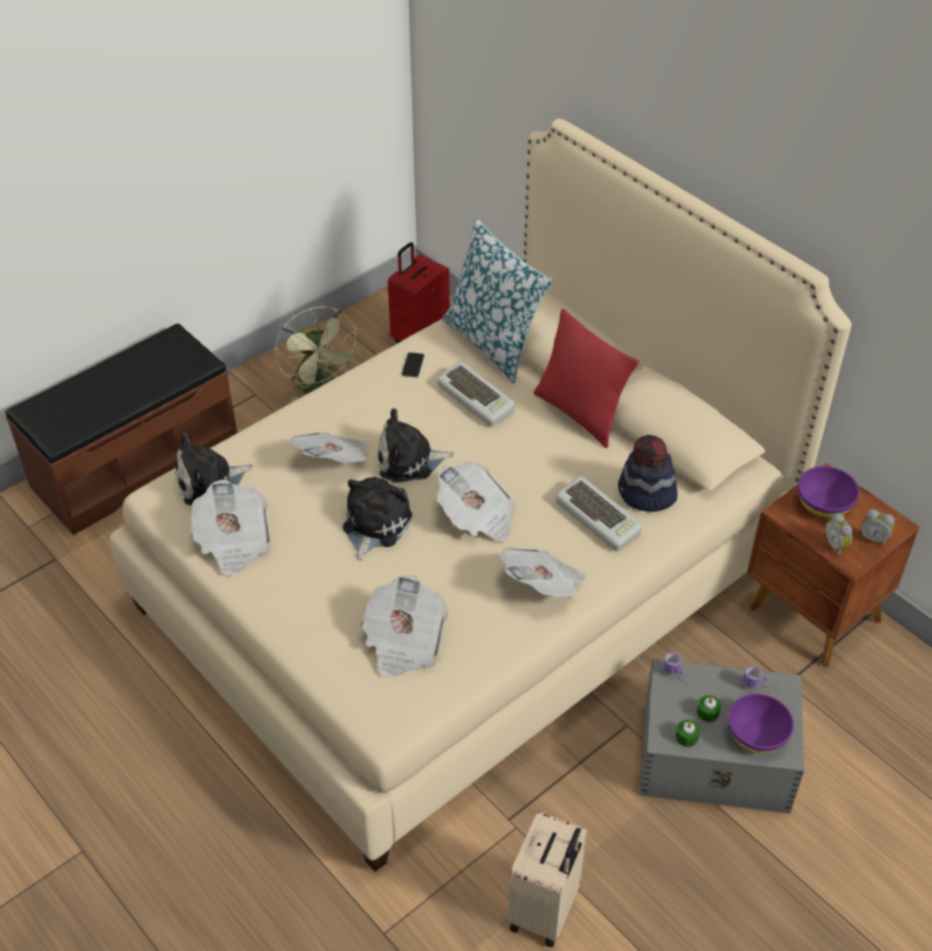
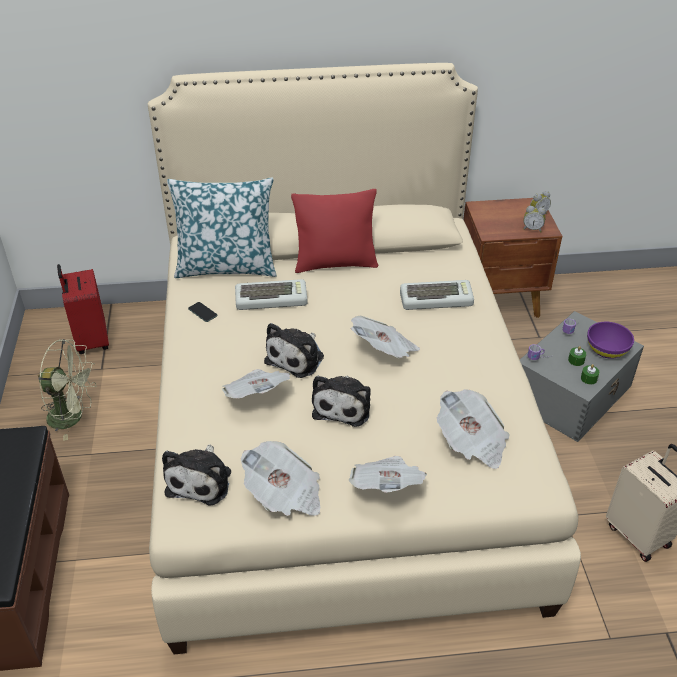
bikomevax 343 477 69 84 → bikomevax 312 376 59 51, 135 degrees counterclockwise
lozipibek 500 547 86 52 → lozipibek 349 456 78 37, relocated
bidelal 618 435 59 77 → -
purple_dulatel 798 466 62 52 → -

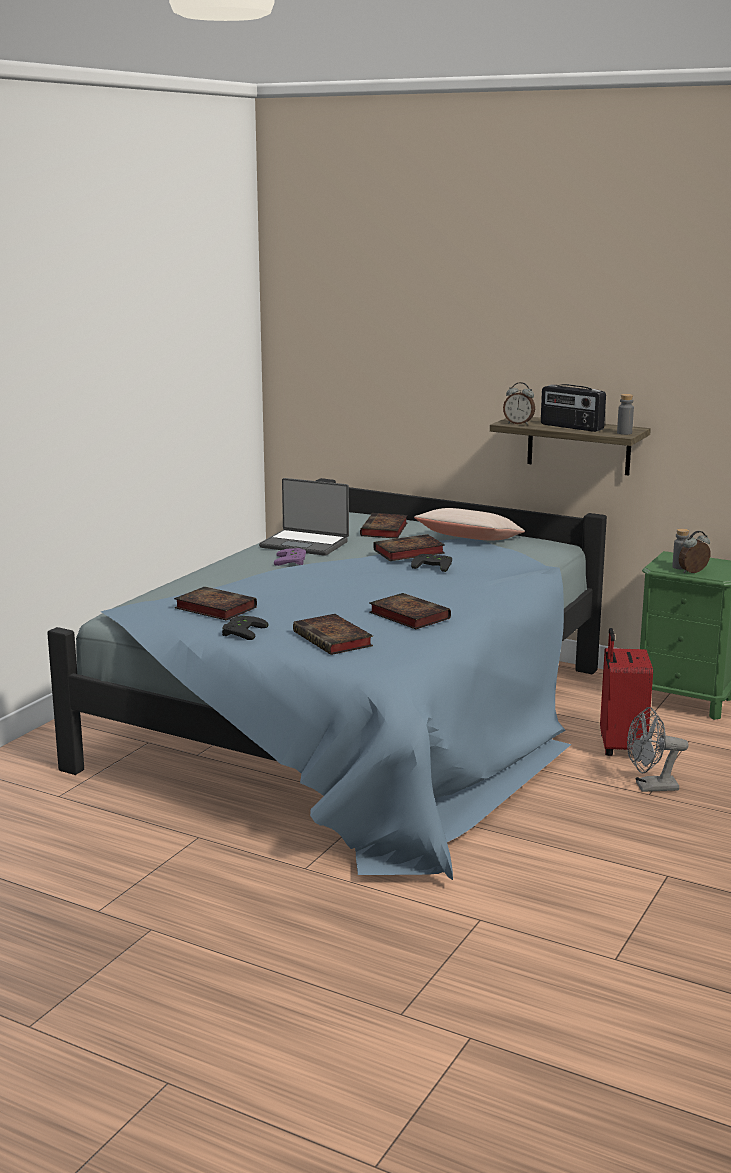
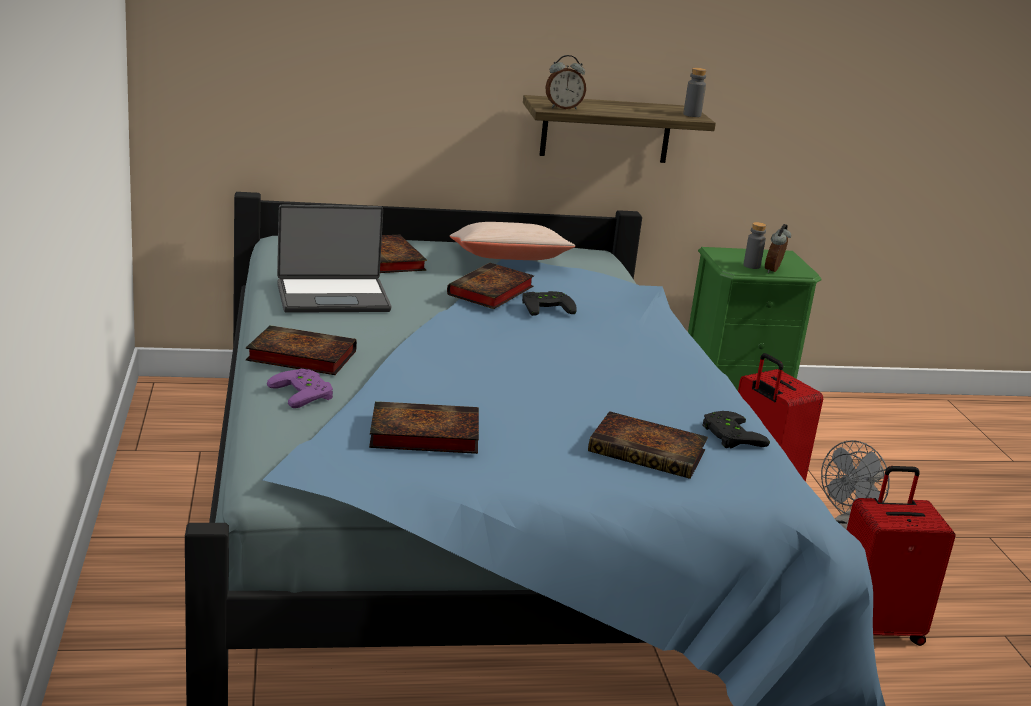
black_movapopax 222 616 47 24 → black_movapopax 702 411 68 38, relocated
purple_movapopax 274 548 32 18 → purple_movapopax 267 369 66 39, relocated
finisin 369 593 82 36 → finisin 246 325 111 50, relocated
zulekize 541 384 65 48 → -
- → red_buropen 847 466 108 180

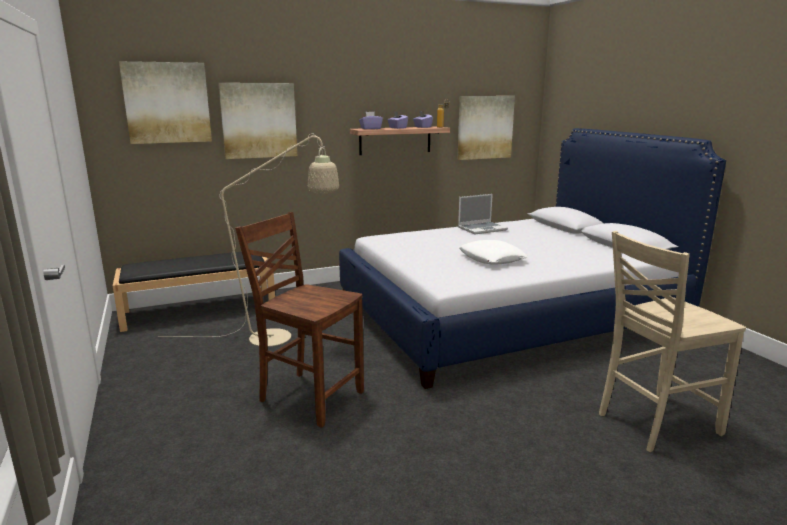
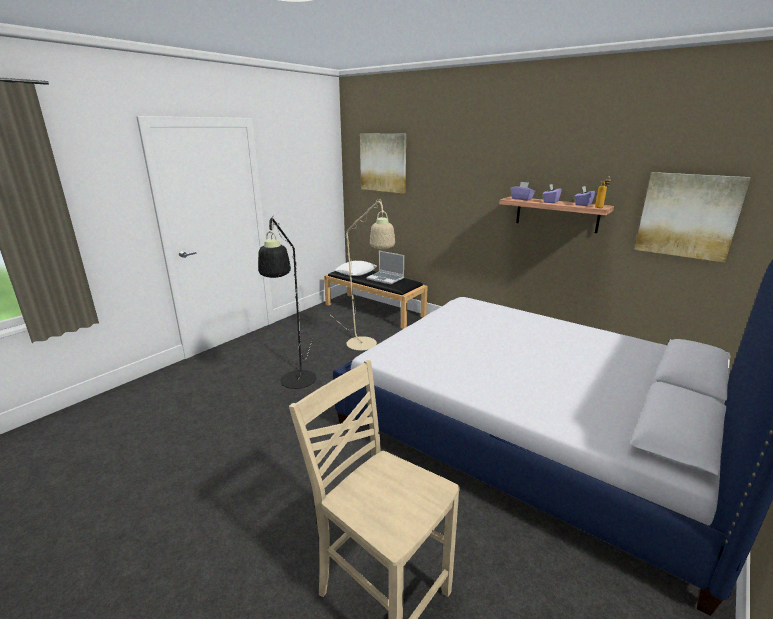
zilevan 218 83 79 76 → -
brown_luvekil 235 212 129 216 → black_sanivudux 258 216 58 173
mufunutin 458 194 50 40 → mufunutin 366 251 38 34, relocated
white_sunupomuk 459 240 69 24 → white_sunupomuk 335 261 42 15, relocated

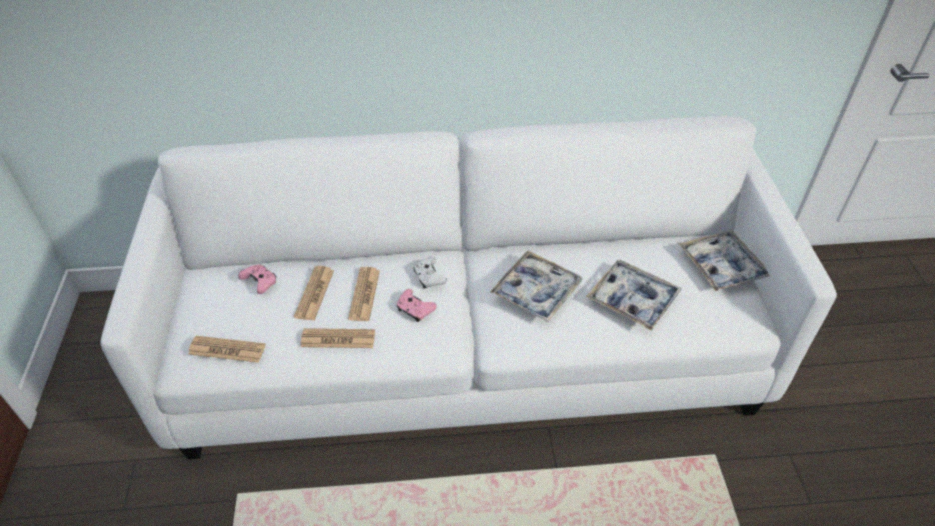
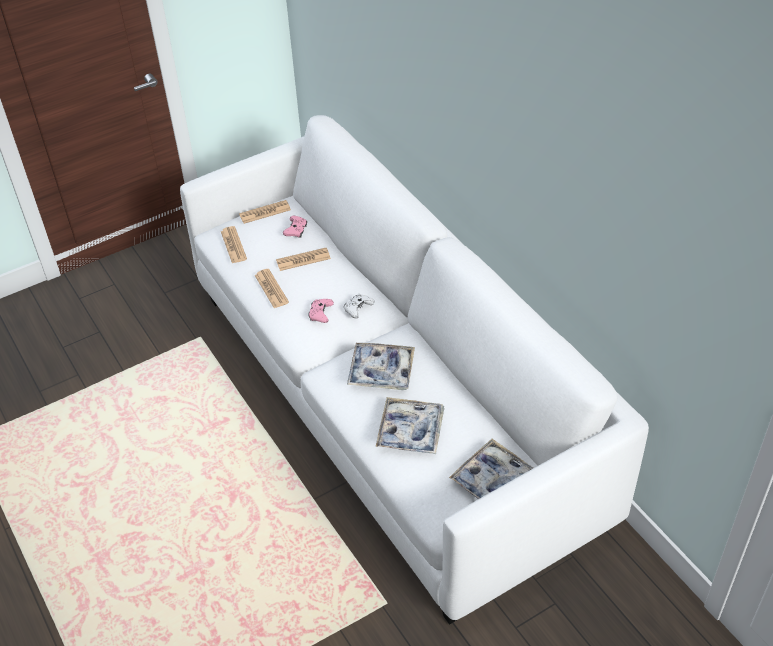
lozipibek 348 267 32 54 → lozipibek 239 200 52 24, relocated

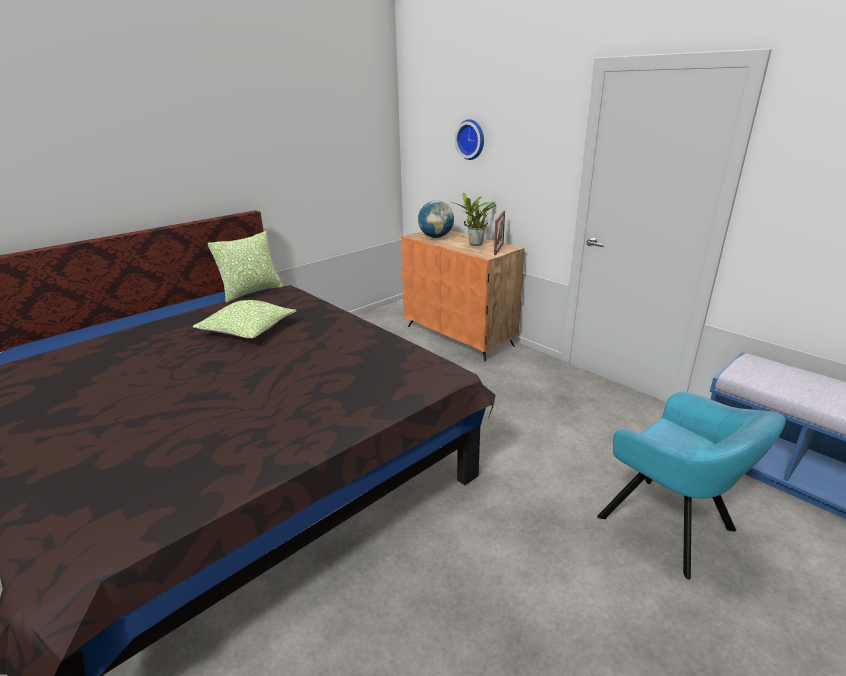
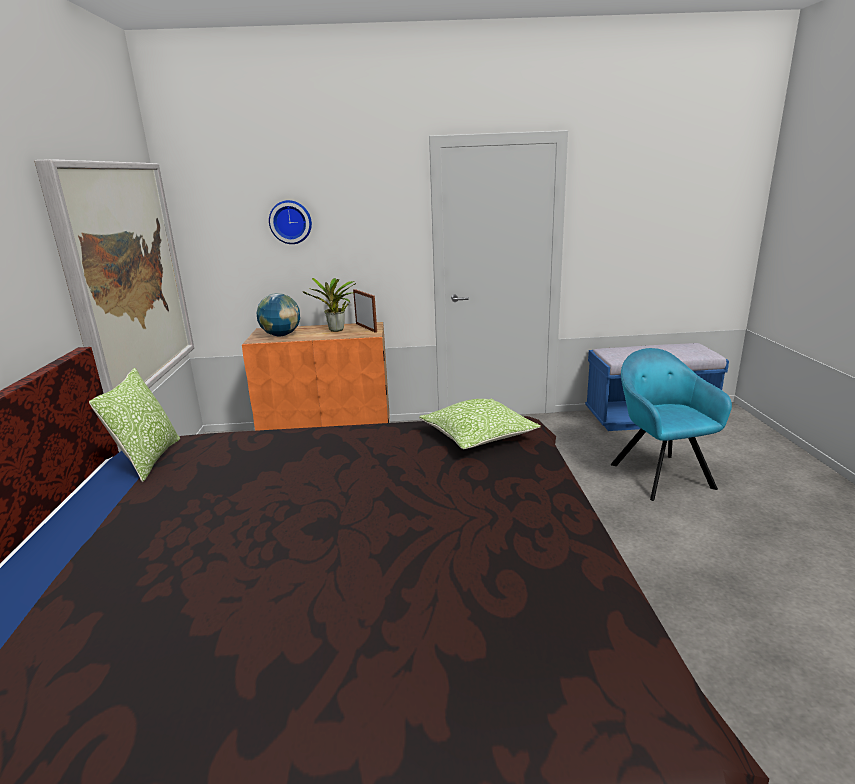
sunupomuk 192 300 105 38 → sunupomuk 419 399 122 50, relocated
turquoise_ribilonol 597 392 188 188 → turquoise_ribilonol 611 348 121 153, 105 degrees counterclockwise
- → zilevan 34 159 160 234

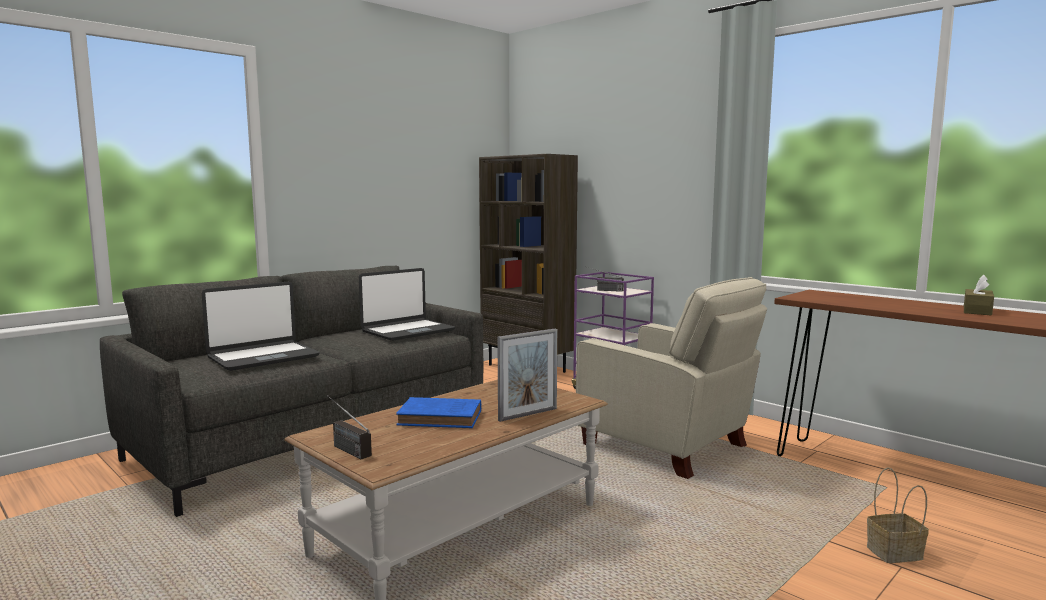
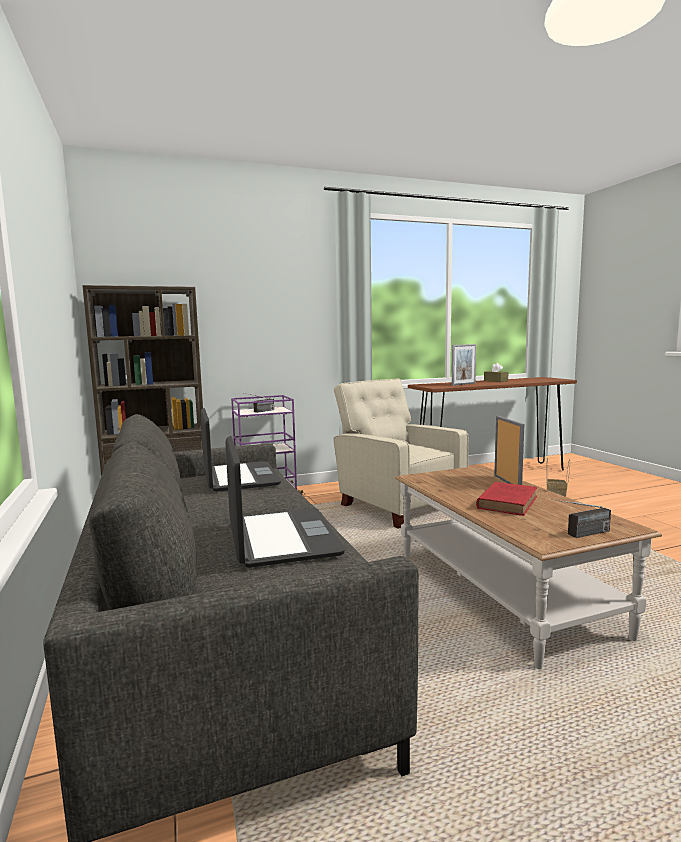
blue_finisin 396 397 85 31 → red_finisin 476 482 61 34
beige_ribilonol 576 277 191 202 → beige_ribilonol 333 379 135 150, 105 degrees counterclockwise
- → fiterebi 452 344 24 42

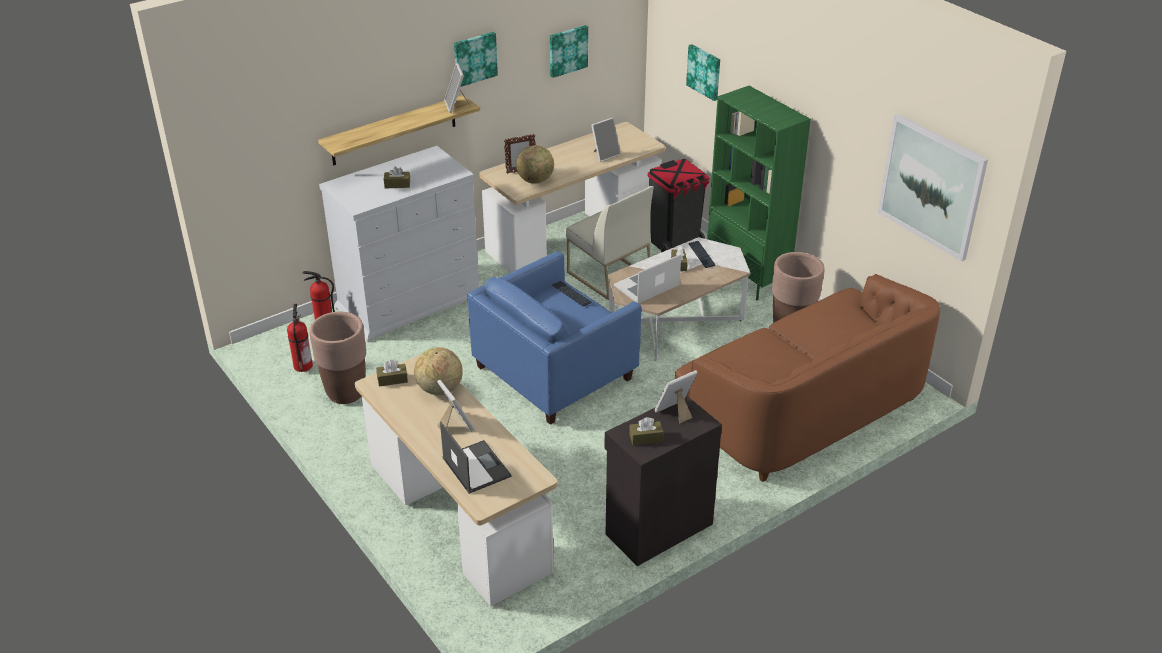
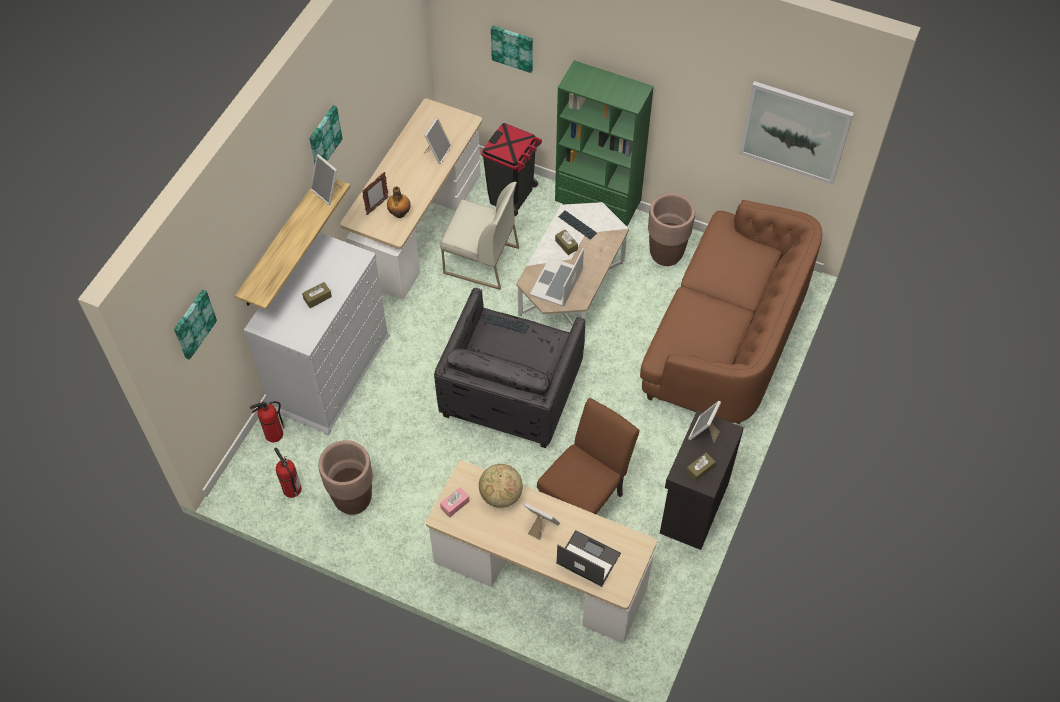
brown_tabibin 376 360 32 26 → pink_tabibin 440 487 30 30
blue_ribilonol 467 252 174 173 → grey_ribilonol 434 288 151 160
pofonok 516 145 38 39 → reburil 387 186 23 32
zilevan 550 25 38 53 → zilevan 174 290 43 70, relocated
- → brown_luvekil 537 398 103 116

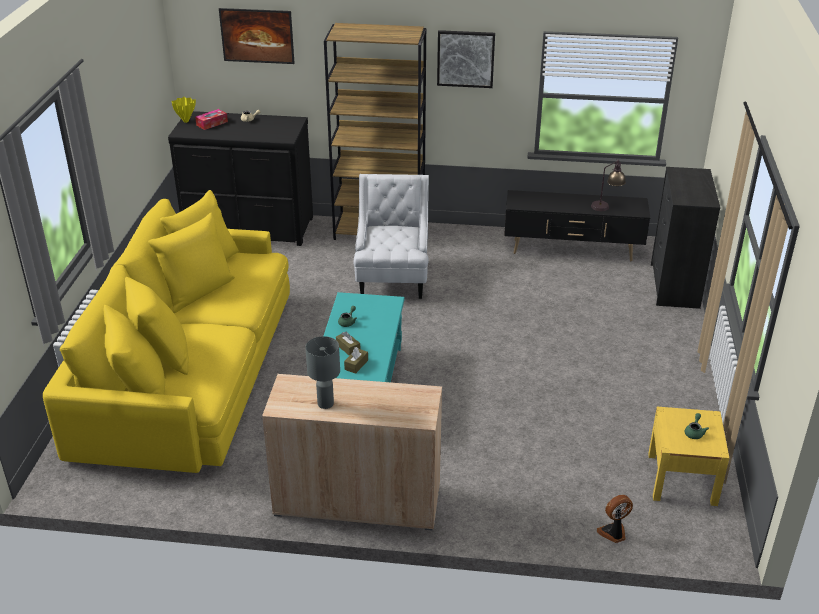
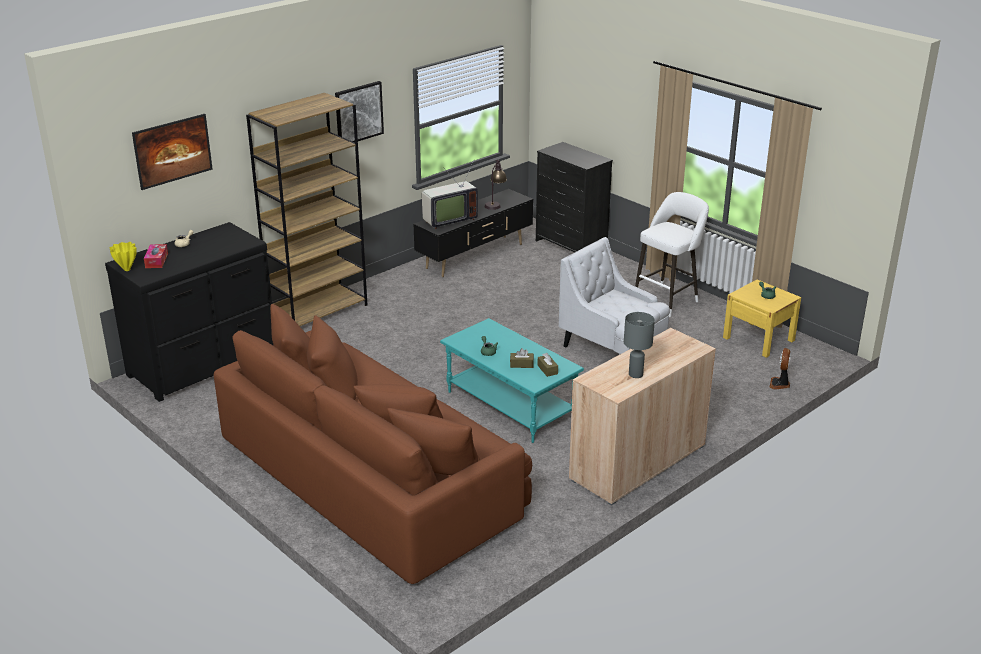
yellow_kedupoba 43 190 247 283 → brown_kedupoba 214 304 318 280
white_ribilonol 353 174 76 125 → white_ribilonol 559 237 111 117, relocated
- → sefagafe 422 163 56 66
- → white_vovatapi 635 192 74 125

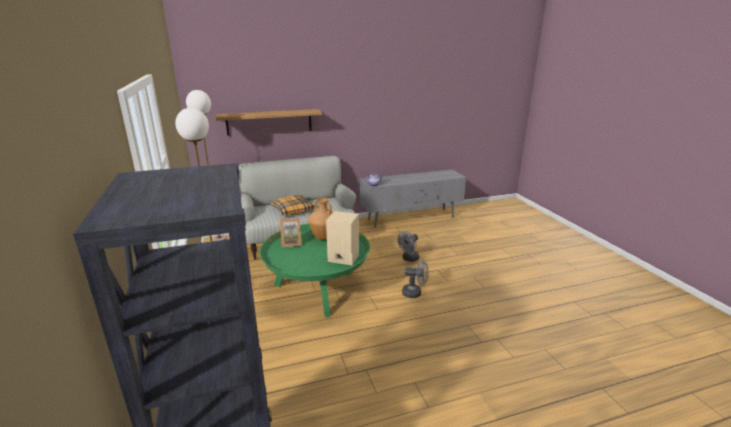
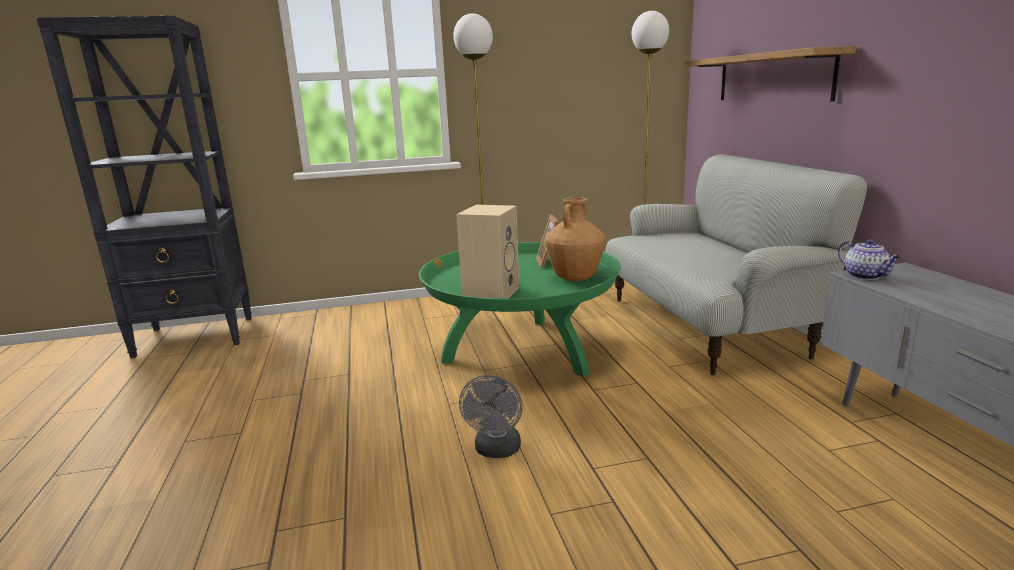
sunupomuk 270 195 45 21 → -
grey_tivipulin 397 231 22 31 → -

